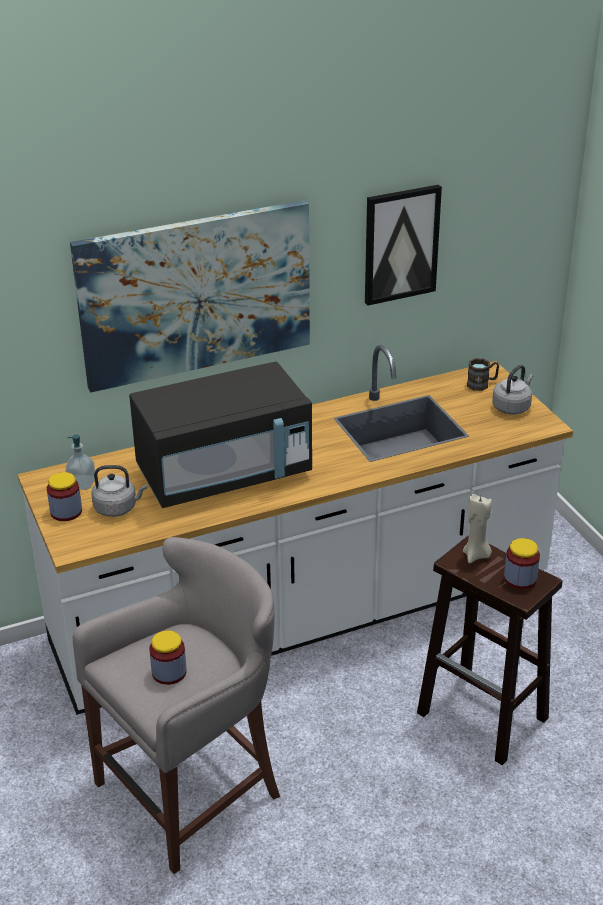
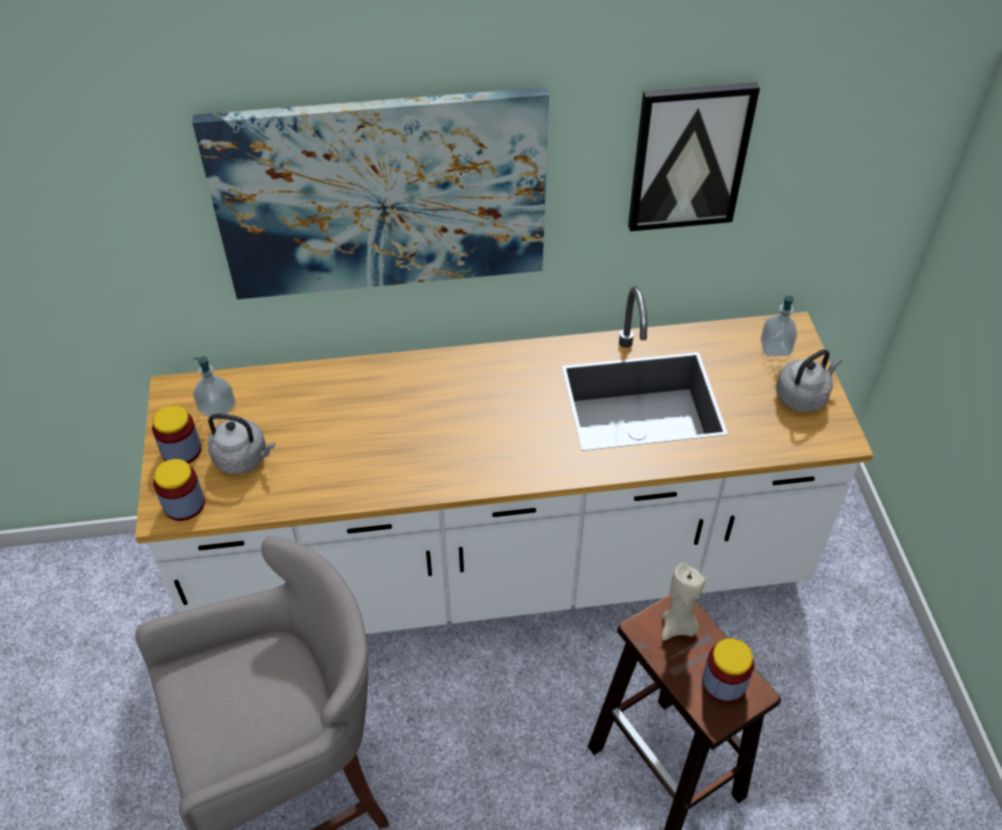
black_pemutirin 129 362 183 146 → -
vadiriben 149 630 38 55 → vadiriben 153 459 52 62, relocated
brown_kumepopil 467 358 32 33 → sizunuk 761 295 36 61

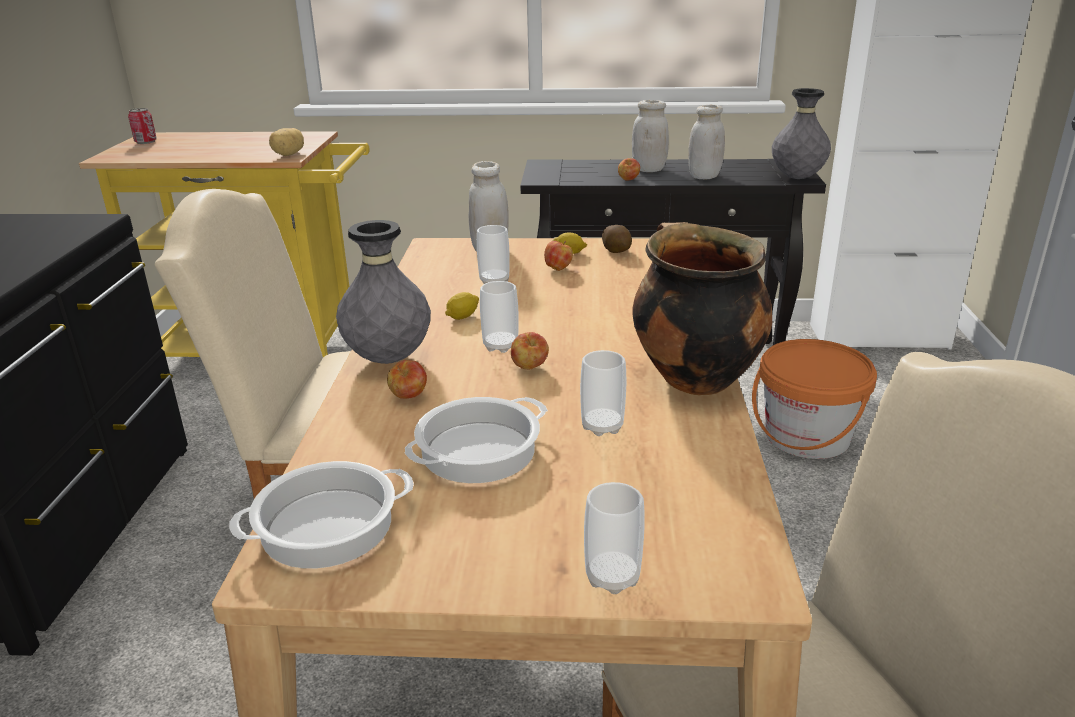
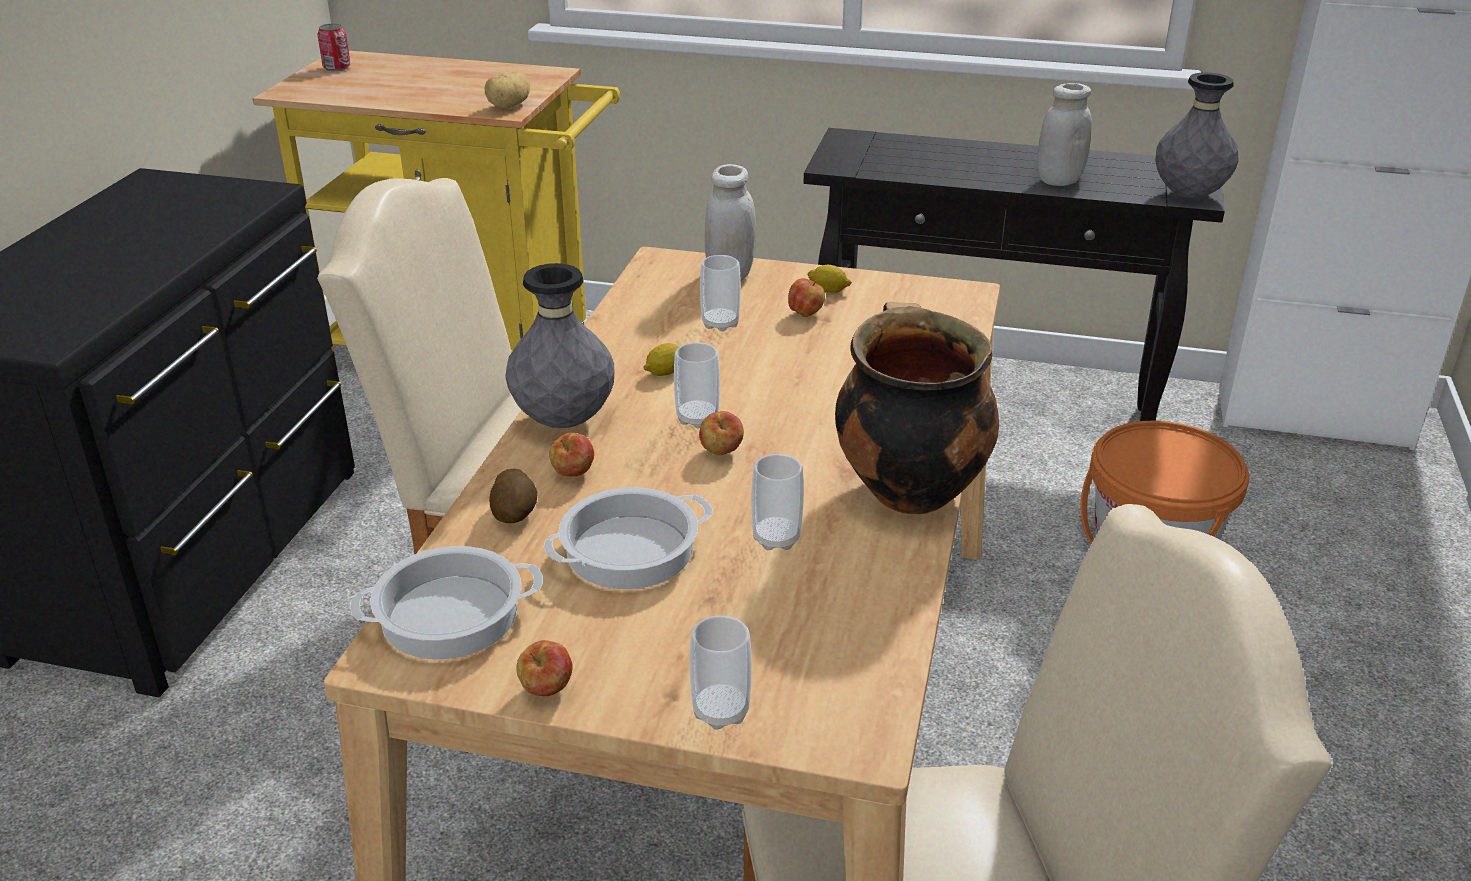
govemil 602 225 30 28 → govemil 489 468 49 55, relocated
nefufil 618 158 22 23 → nefufil 516 640 57 56, relocated
white_vadiriben 632 100 37 72 → -

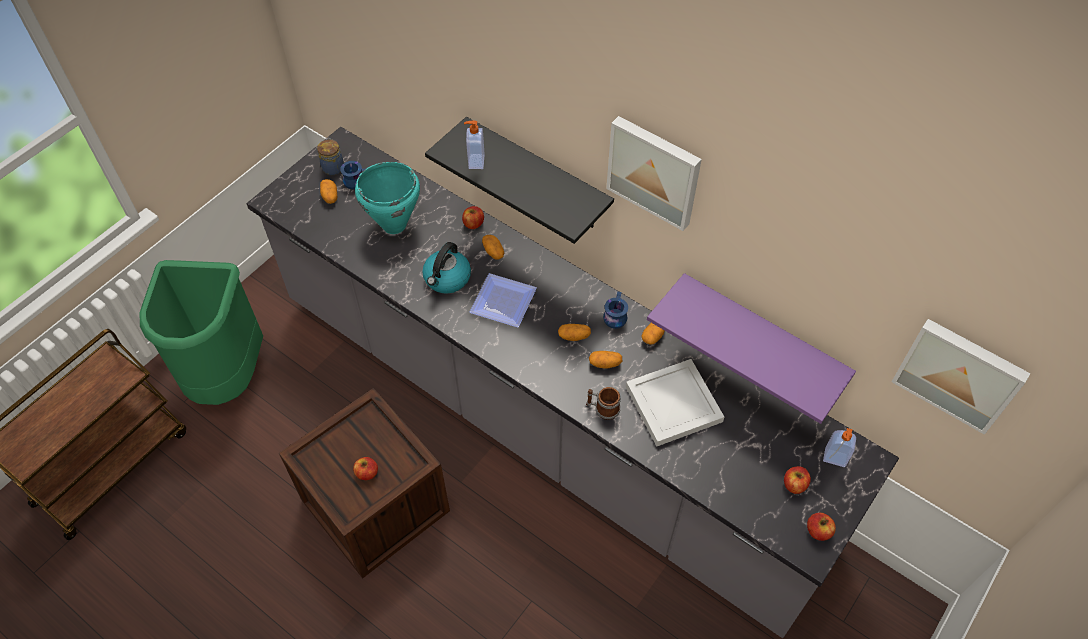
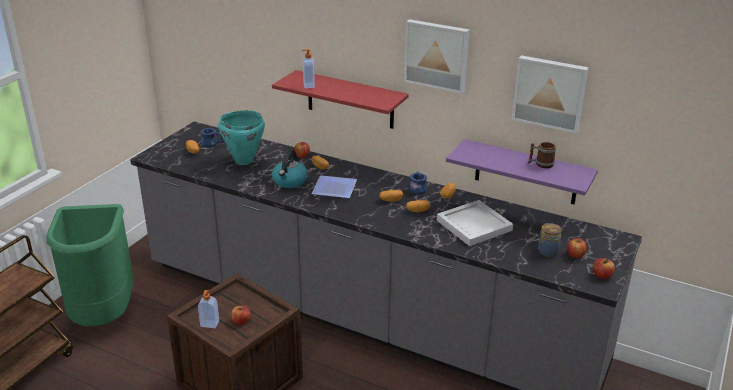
vadiriben 317 139 27 36 → vadiriben 538 223 24 34, relocated
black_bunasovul 425 117 189 127 → red_bunasovul 272 70 137 59
kumepopil 586 387 35 33 → kumepopil 528 142 28 26, relocated
sizunuk 823 428 33 39 → sizunuk 198 290 21 38, relocated
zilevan 892 319 139 116 → zilevan 512 55 77 78, relocated

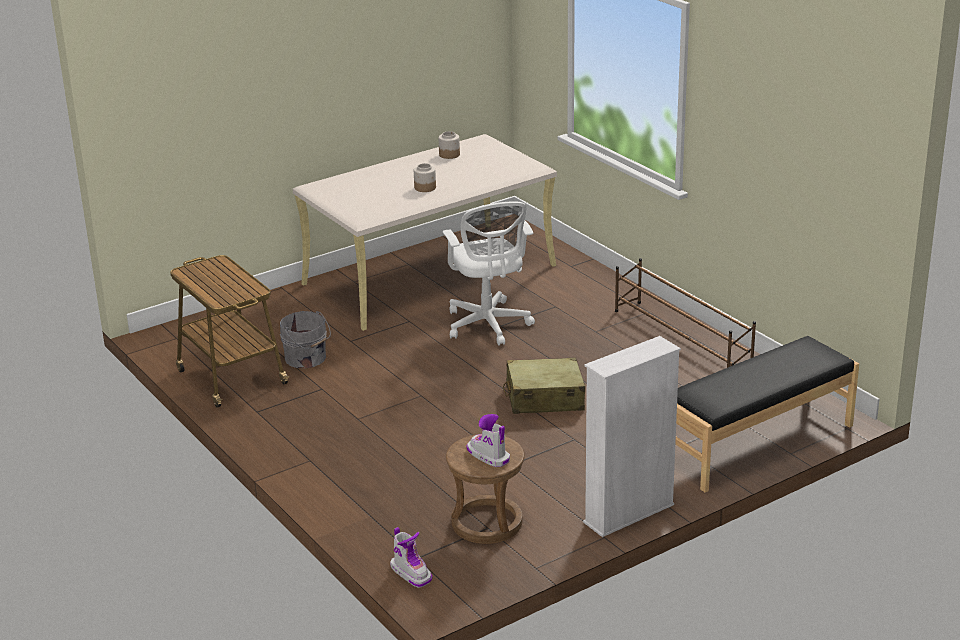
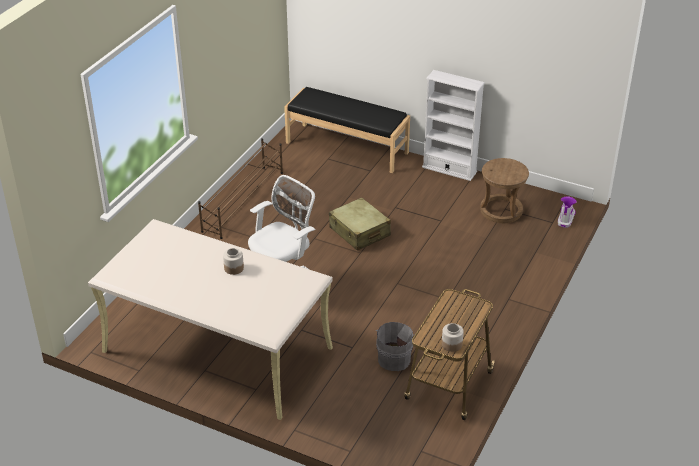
vadiriben 439 131 21 28 → vadiriben 442 323 22 29, relocated
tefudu 467 414 43 53 → -

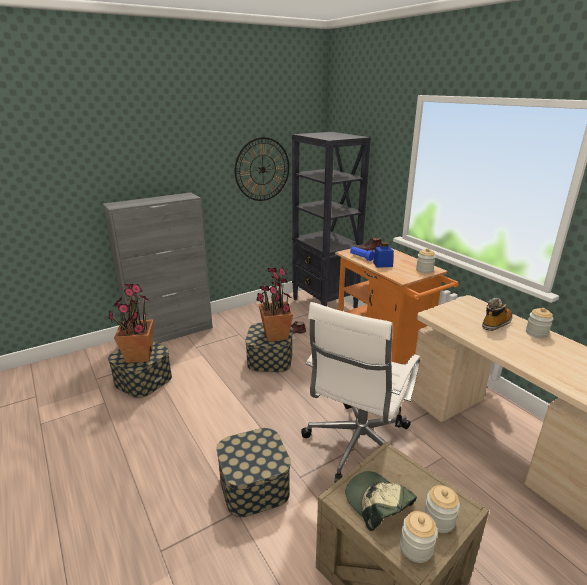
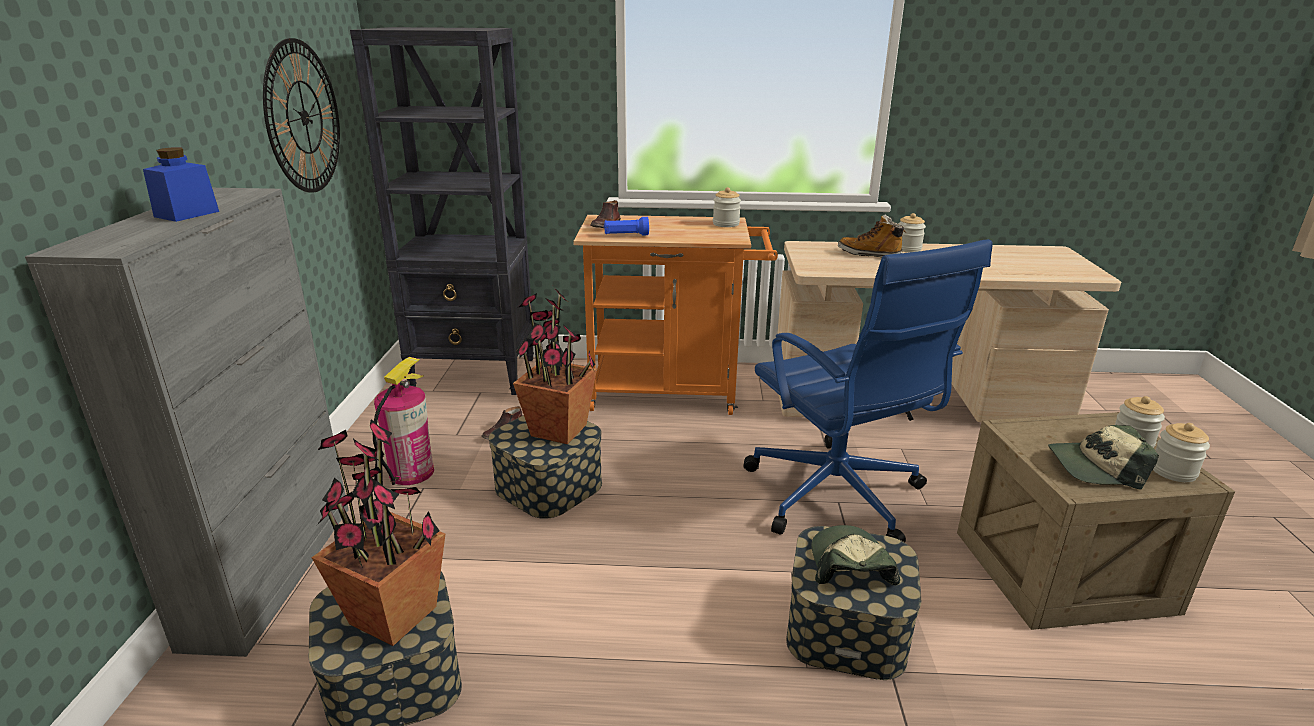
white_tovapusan 301 302 119 181 → blue_tovapusan 744 239 249 303
blue_vadiriben 373 242 21 26 → blue_vadiriben 143 147 76 75, relocated
tefudu 482 298 31 33 → tefudu 838 215 68 42, 60 degrees counterclockwise
- → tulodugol 372 357 62 128
- → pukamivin 811 525 89 60

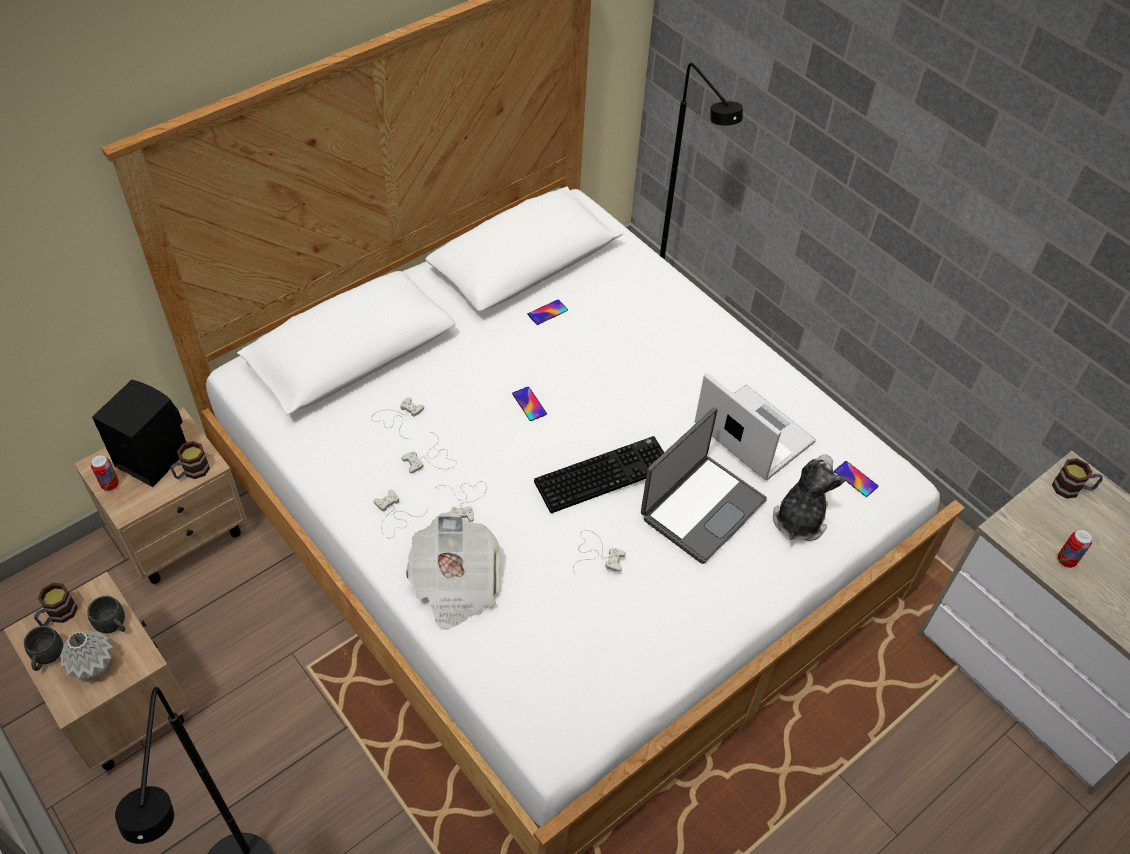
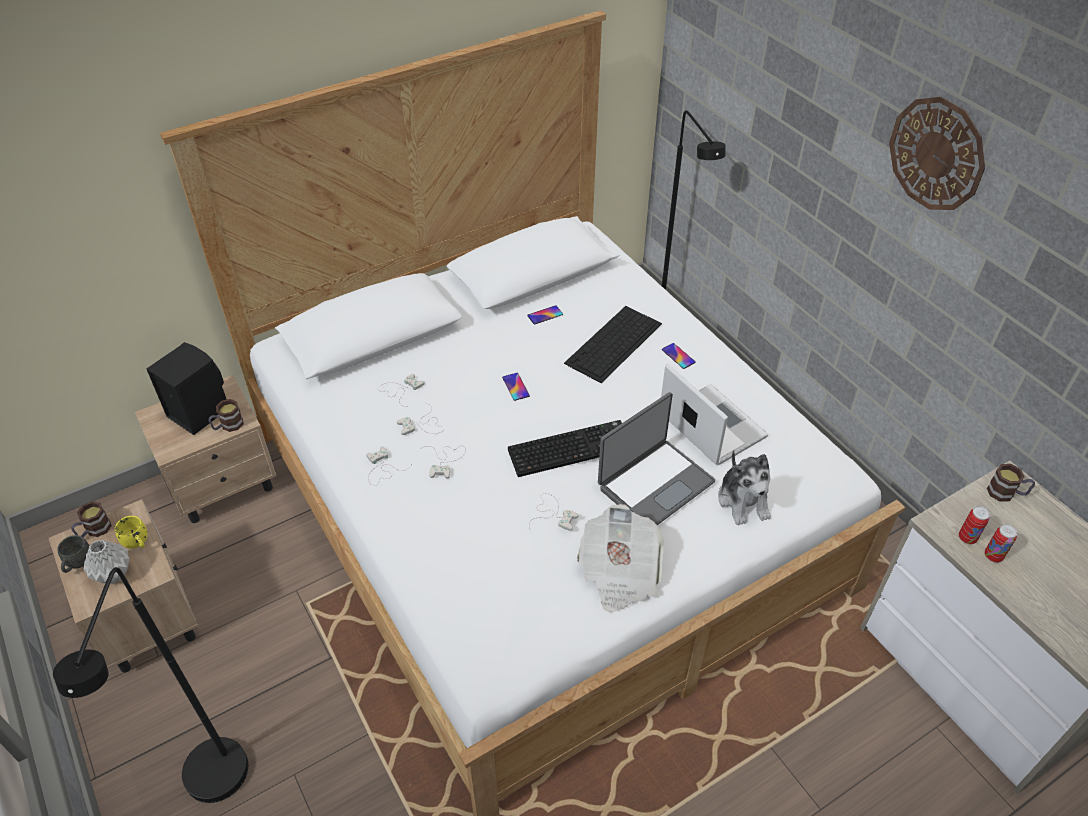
grey_kumepopil 87 596 38 37 → yellow_kumepopil 115 516 33 33
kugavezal 91 454 28 37 → kugavezal 959 506 31 38, relocated
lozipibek 405 512 95 118 → lozipibek 577 504 87 109, relocated
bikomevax 773 455 73 86 → bikomevax 718 450 53 75, 135 degrees clockwise
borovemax 834 461 45 36 → borovemax 662 343 34 26, relocated
- → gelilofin 564 306 98 77
- → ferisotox 889 97 96 113

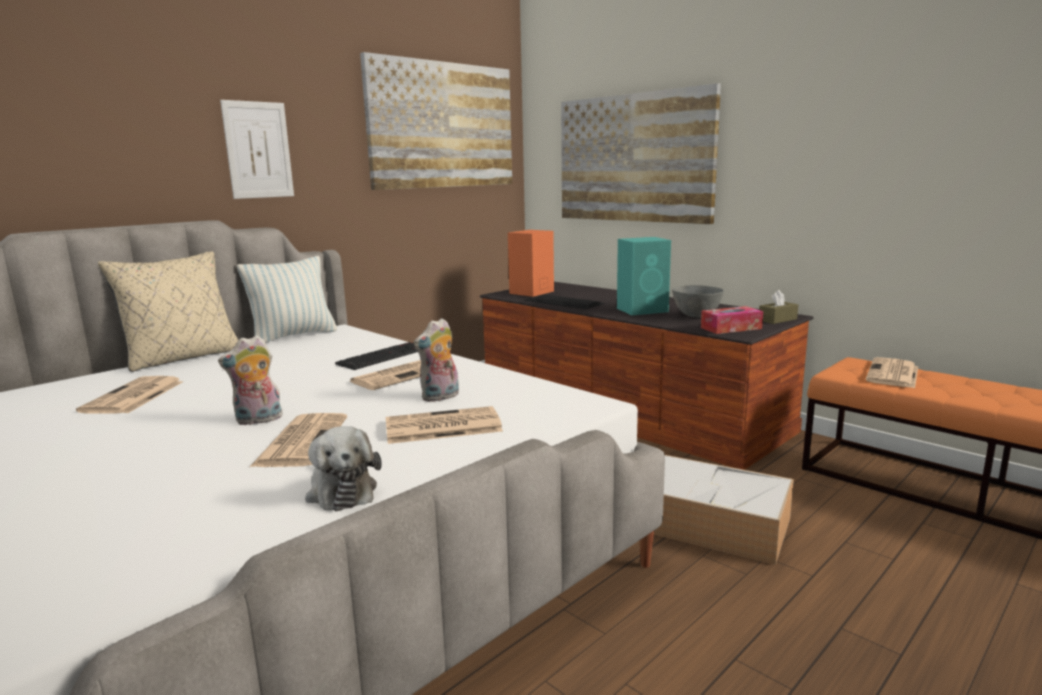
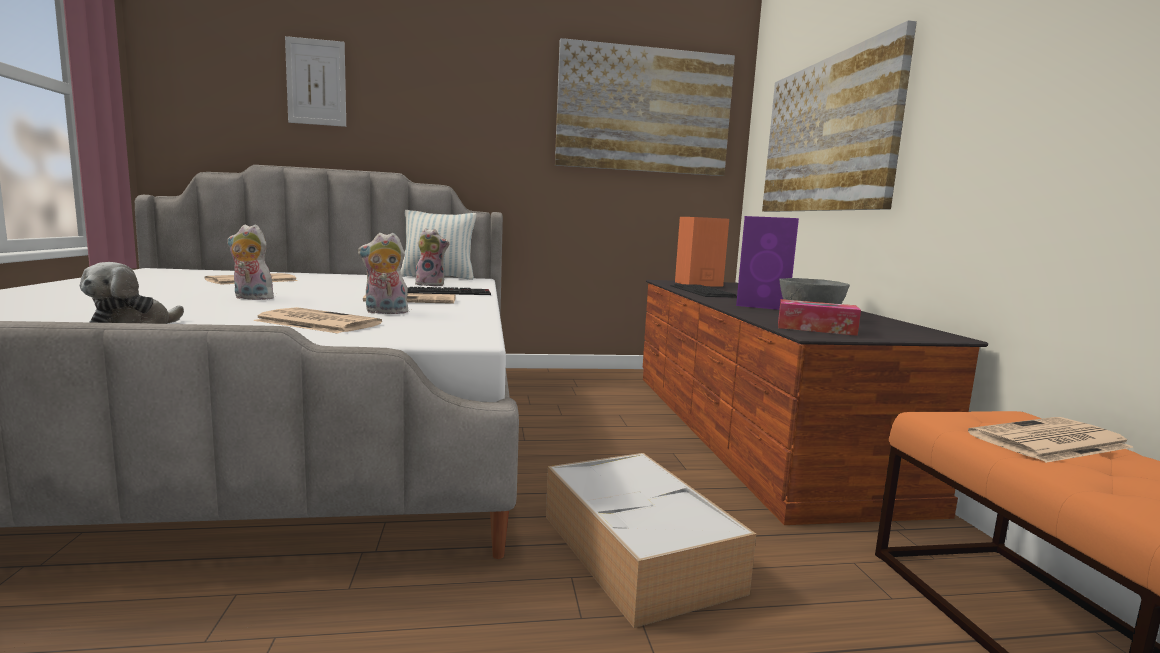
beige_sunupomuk 98 251 140 121 → -
zilevan 220 100 74 99 → zilevan 285 36 61 91, relocated
lozipibek 250 413 97 54 → -
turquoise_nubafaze 617 237 54 78 → purple_nubafaze 736 216 63 94
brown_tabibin 759 290 39 34 → -
- → bikomevax 415 228 34 58

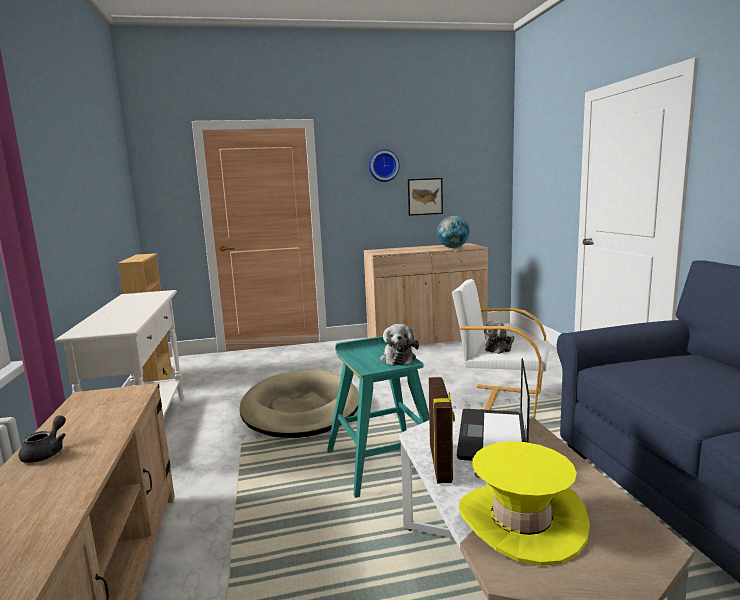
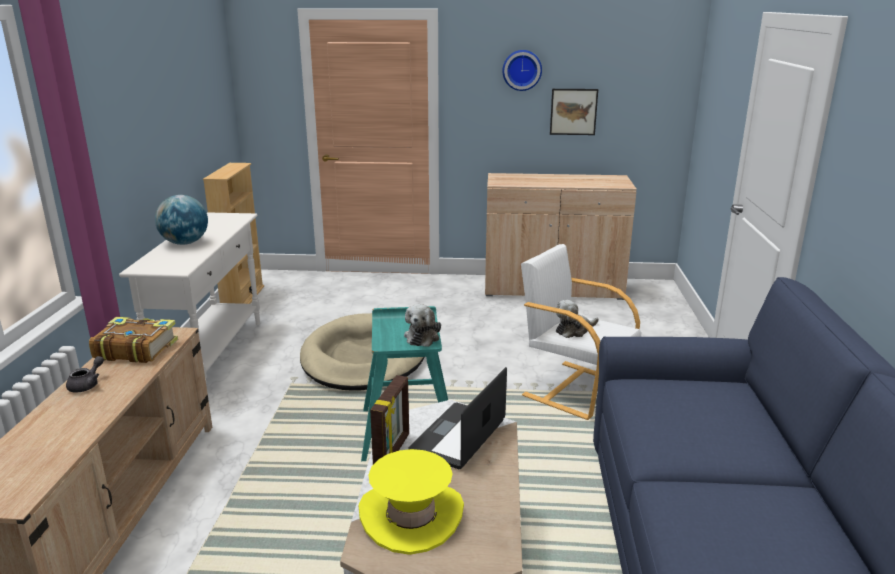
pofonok 437 216 32 32 → pofonok 155 195 53 50, relocated
- → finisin 89 317 89 46

